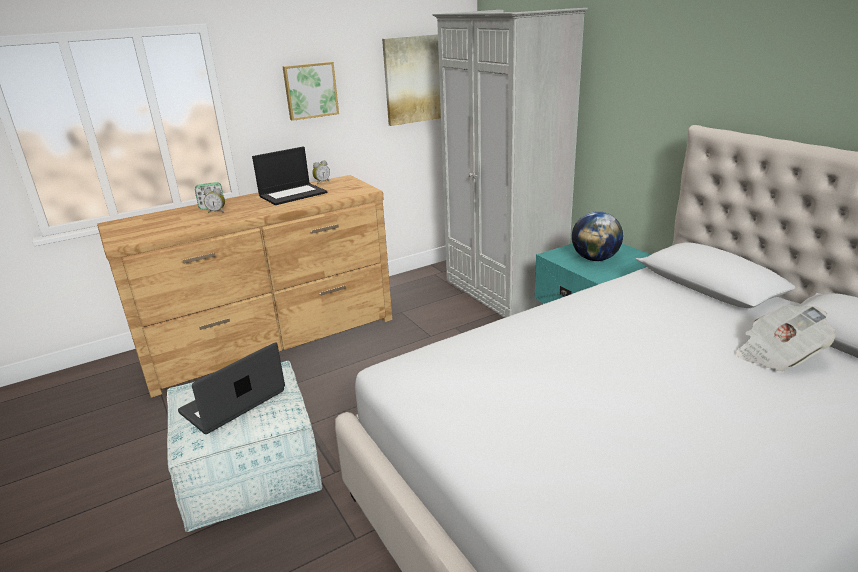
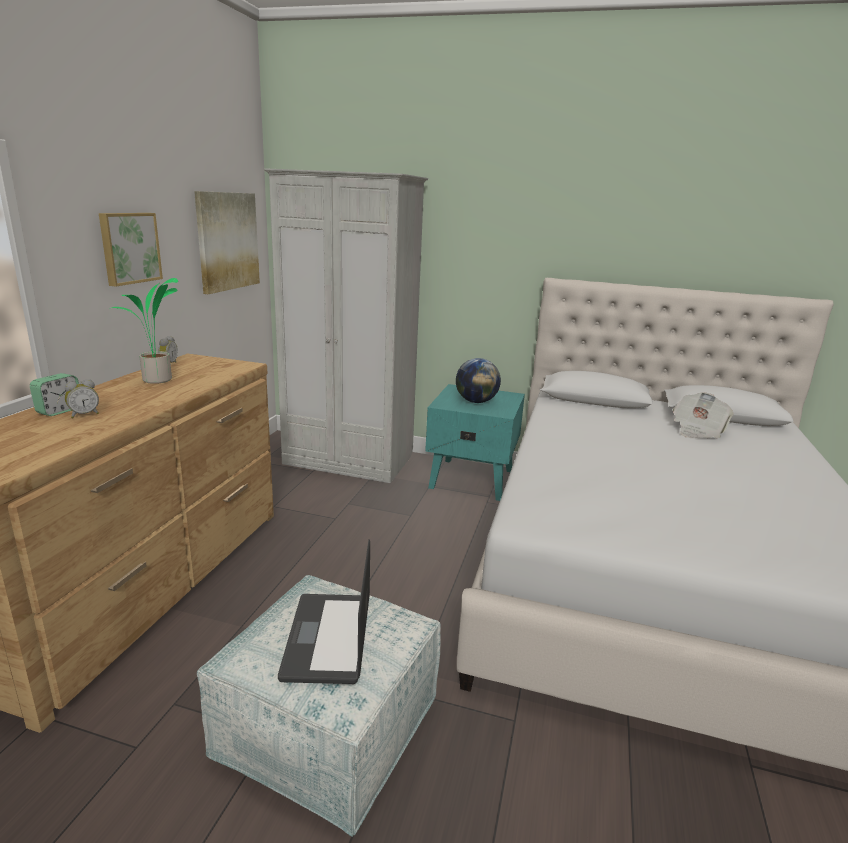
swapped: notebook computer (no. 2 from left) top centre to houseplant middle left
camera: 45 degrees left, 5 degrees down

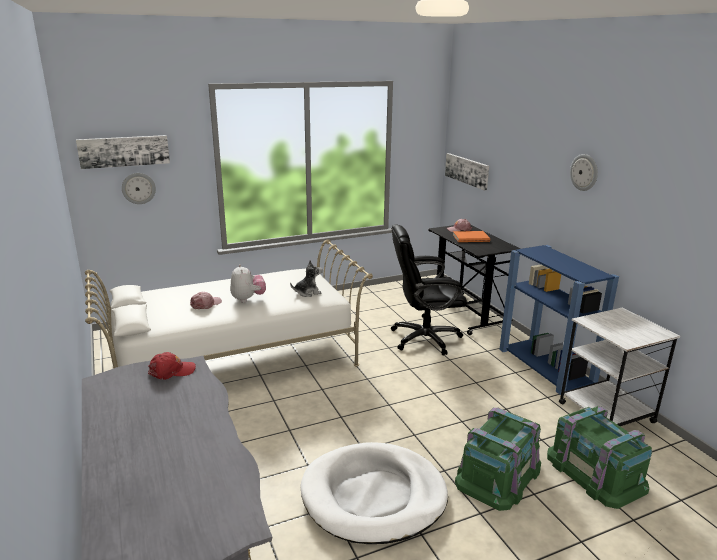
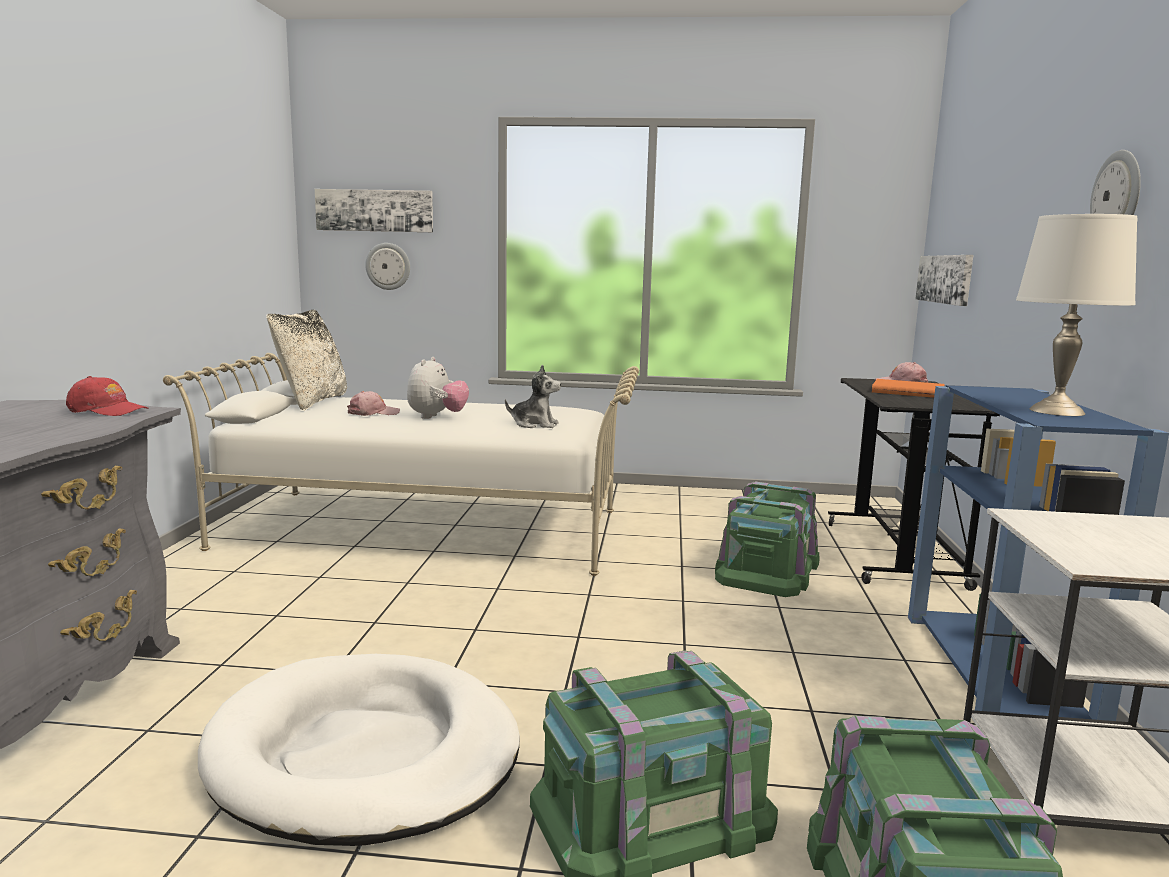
new: beige pillow middle left; white lamp for a table middle right
swapped: black-coloured desk chair centre to green storage bin (no. 2 from left) centre
camera: 30 degrees right, 10 degrees down

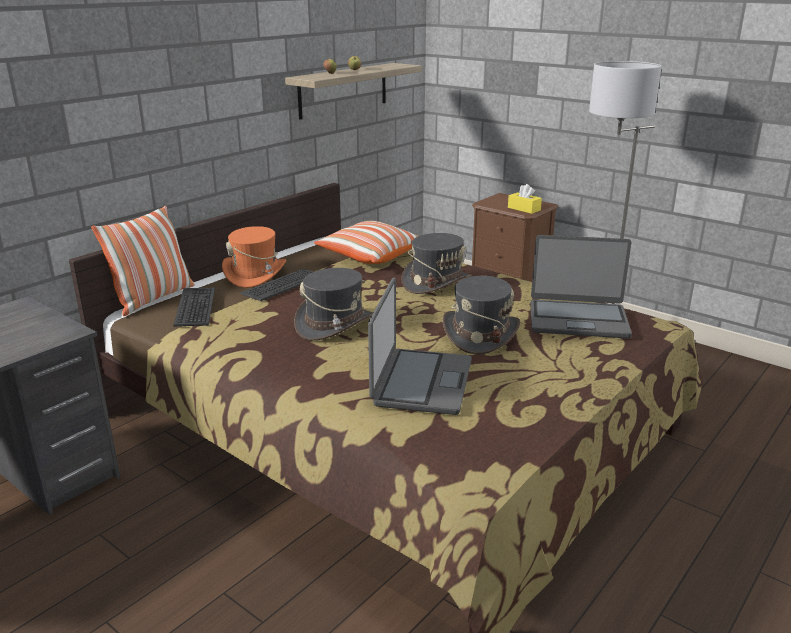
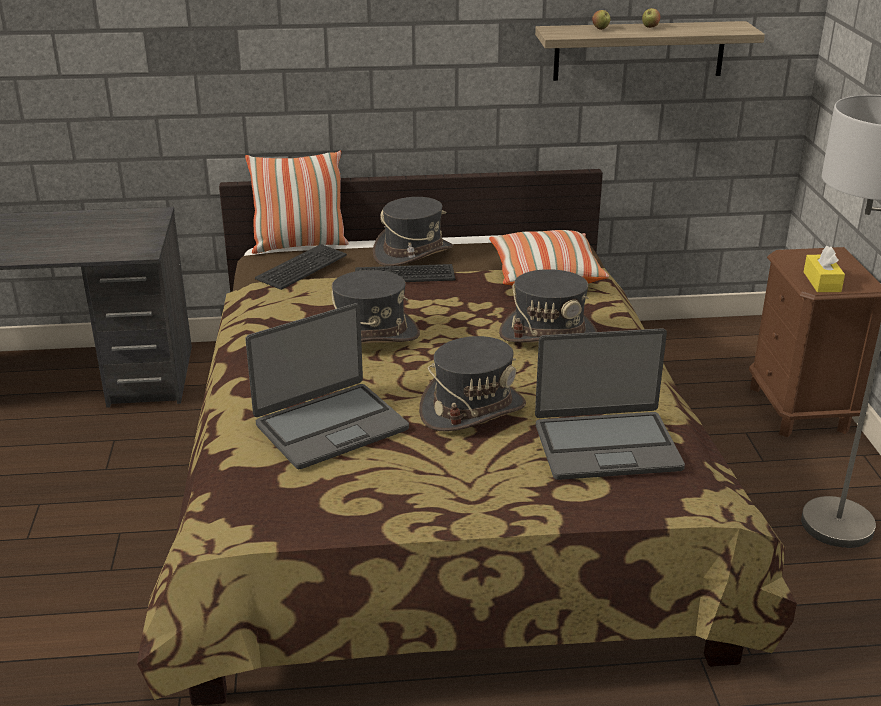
repainted: orange-coloured clothing hat middle left to greyish clothing hat (no. 2 from left) top centre
rotated: notebook computer (no. 2 from left) middle right = middle right 60 degrees counterclockwise
camera: 45 degrees right, 5 degrees up

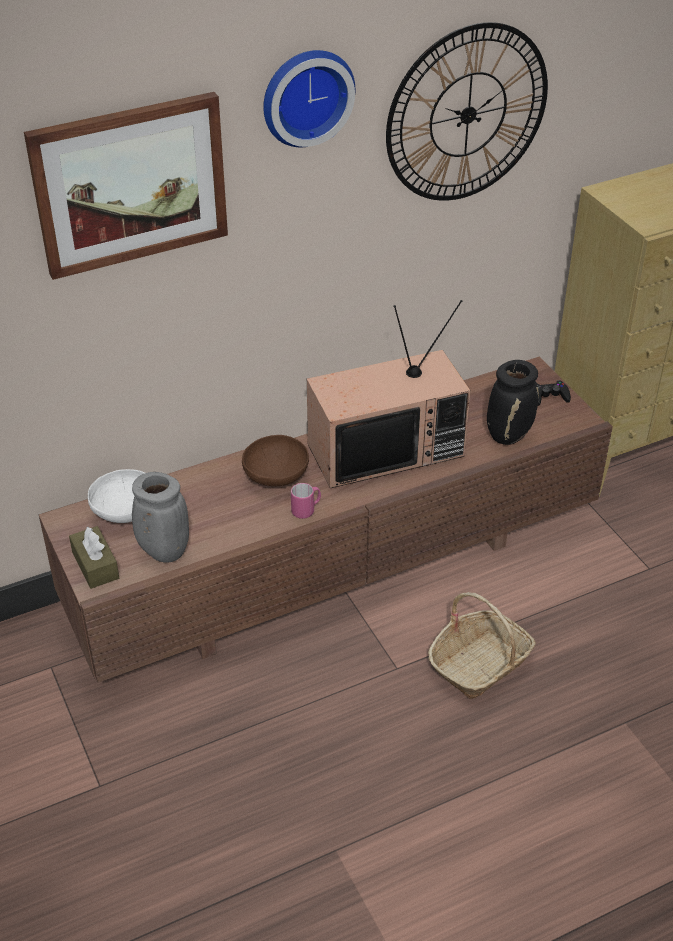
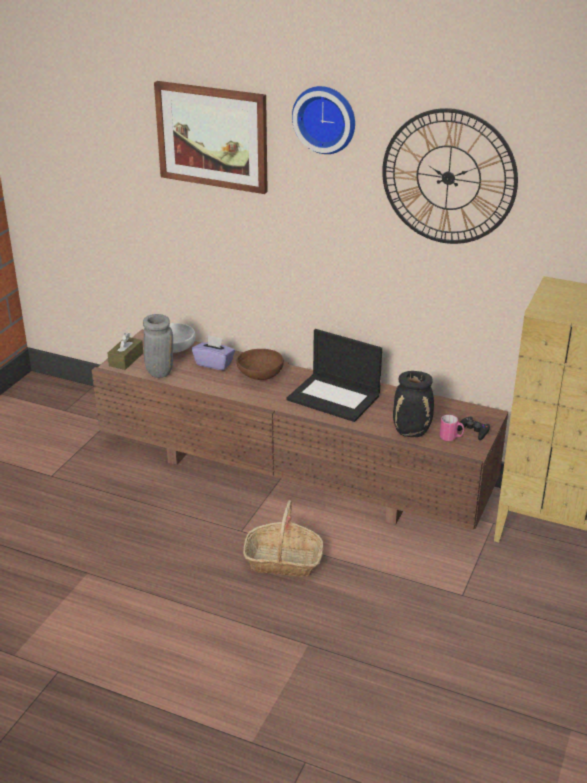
new: purple-coloured box of tissues centre
shifted: pink-coloured mug centre to middle right
swapped: television centre to notebook computer centre
camera: 50 degrees right, 10 degrees down

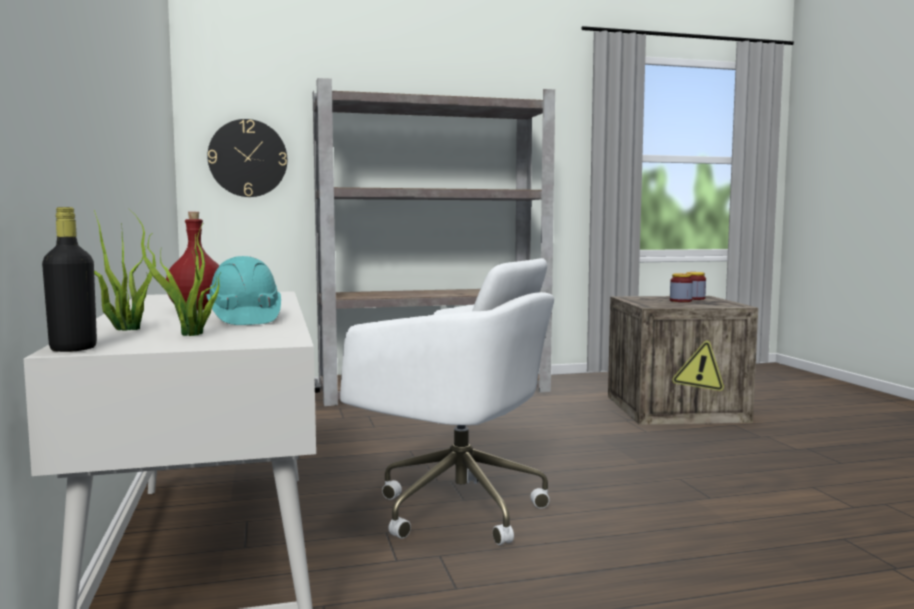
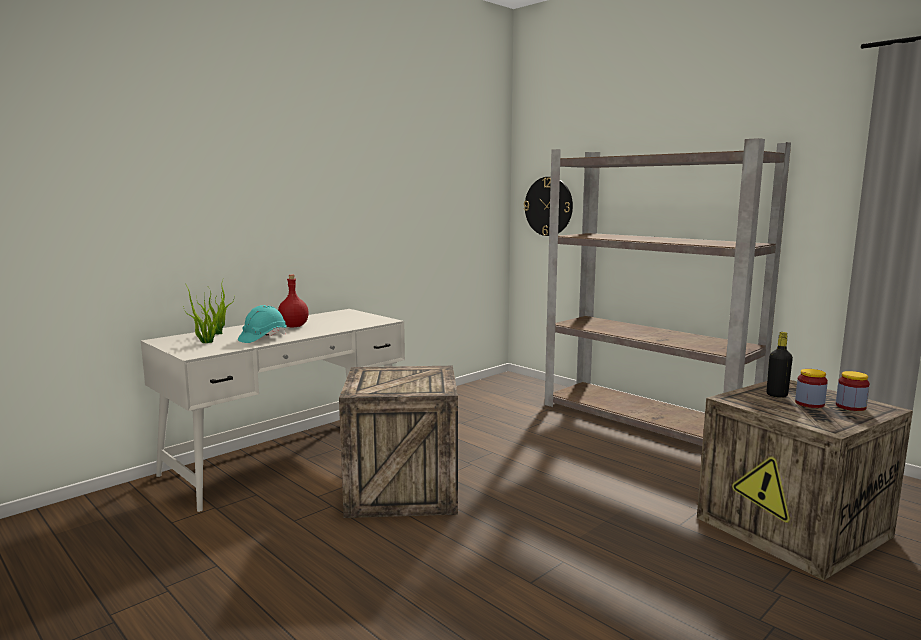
shifted: black-coloured drink bottle middle left to middle right
swapped: white desk chair centre to shipping crate (no. 1 from left) bottom centre
camera: 60 degrees right, 5 degrees up

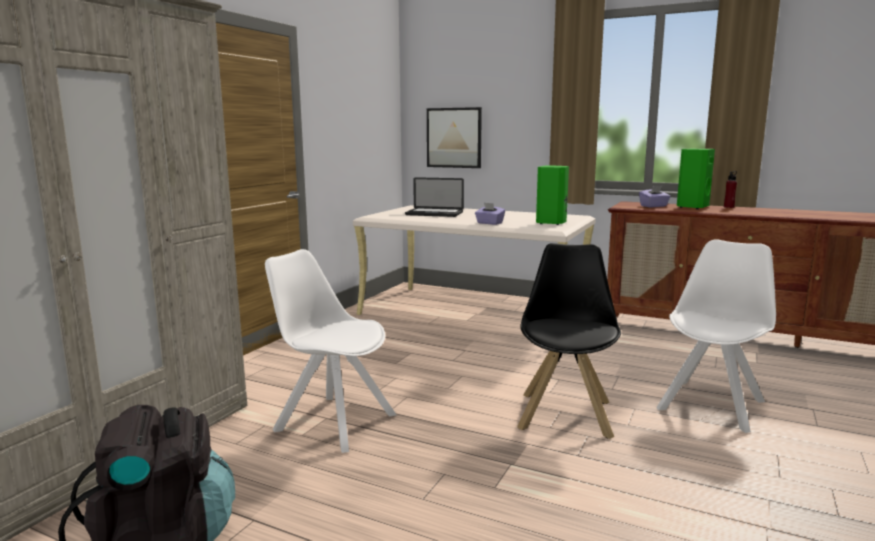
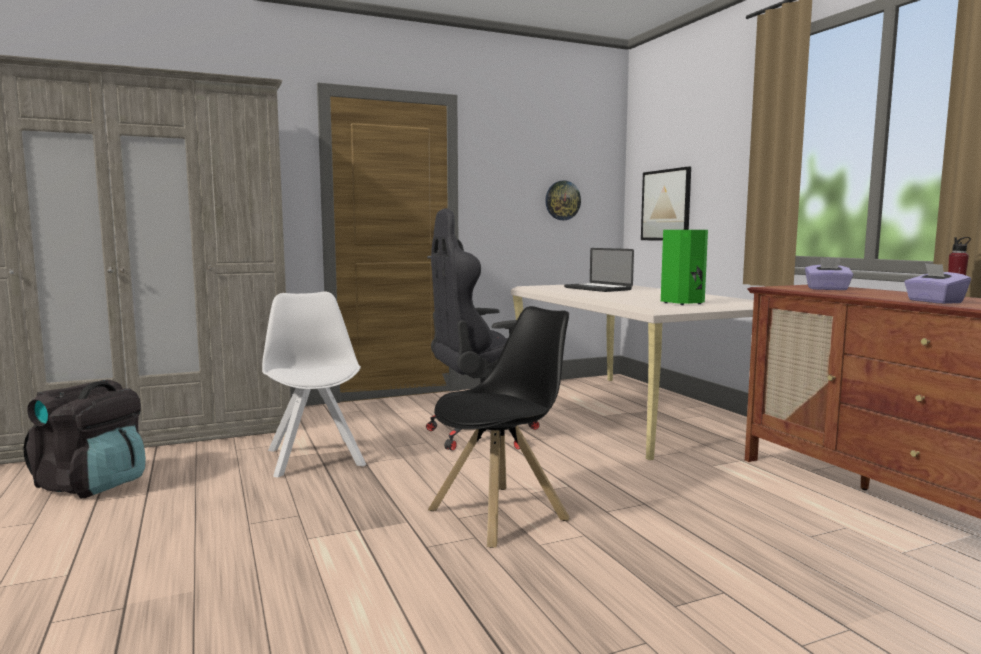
gone: white plain chair (no. 2 from left) middle right; green speaker (no. 2 from left) top right
new: black-coloured desk chair centre; clock on the wall top centre
shifted: purple-coloured box of tissues (no. 1 from left in the first image) centre to purple-coloured box of tissues (no. 2 from left) middle right
camera: 40 degrees right, 5 degrees down

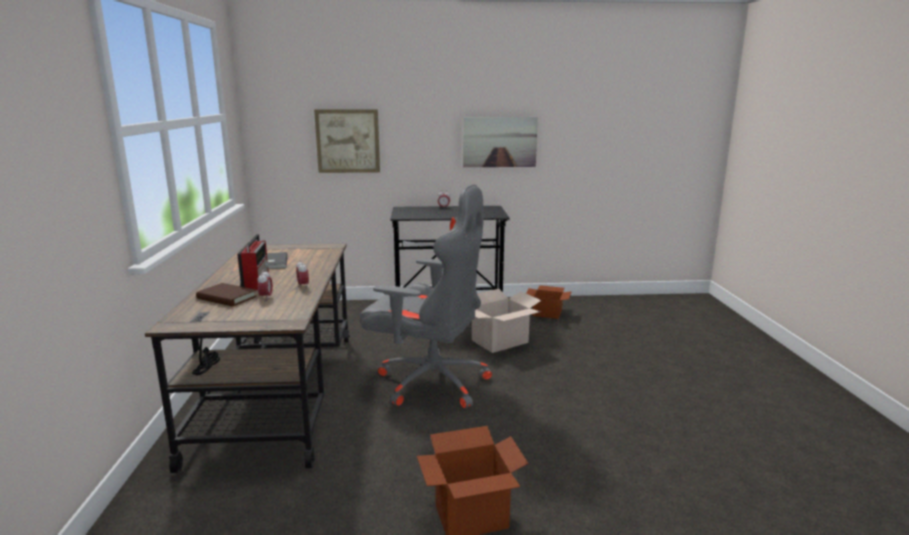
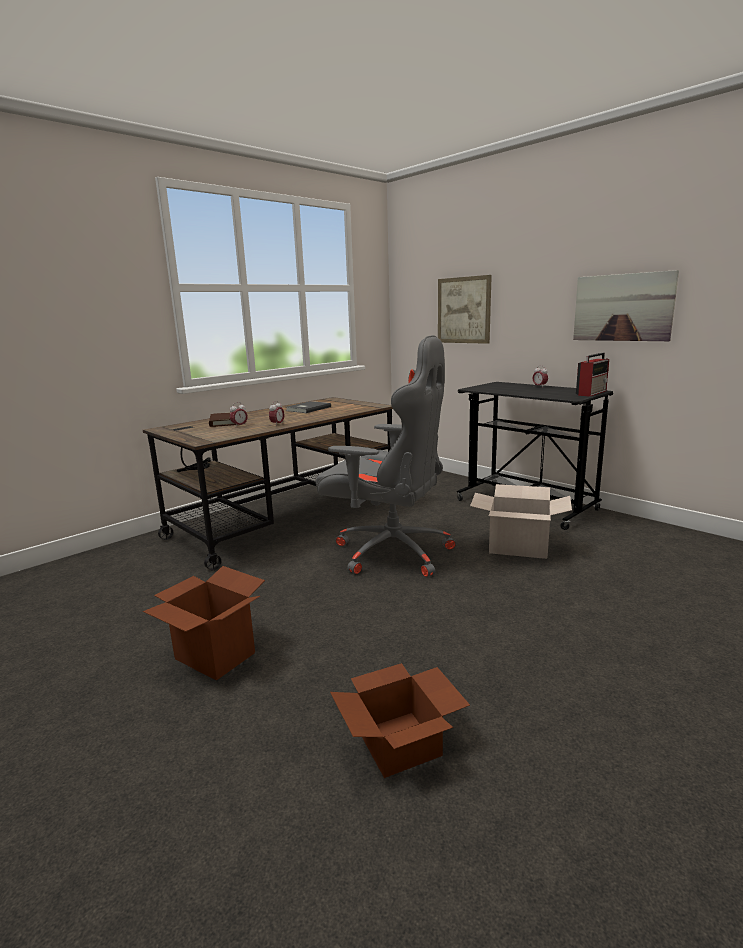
shifted: radio middle left to middle right; packing box (no. 3 from left in the first image) centre to packing box (no. 2 from left) bottom centre
rotated: greyish desk chair centre = centre 45 degrees counterclockwise
camera: 50 degrees right, 0 degrees up

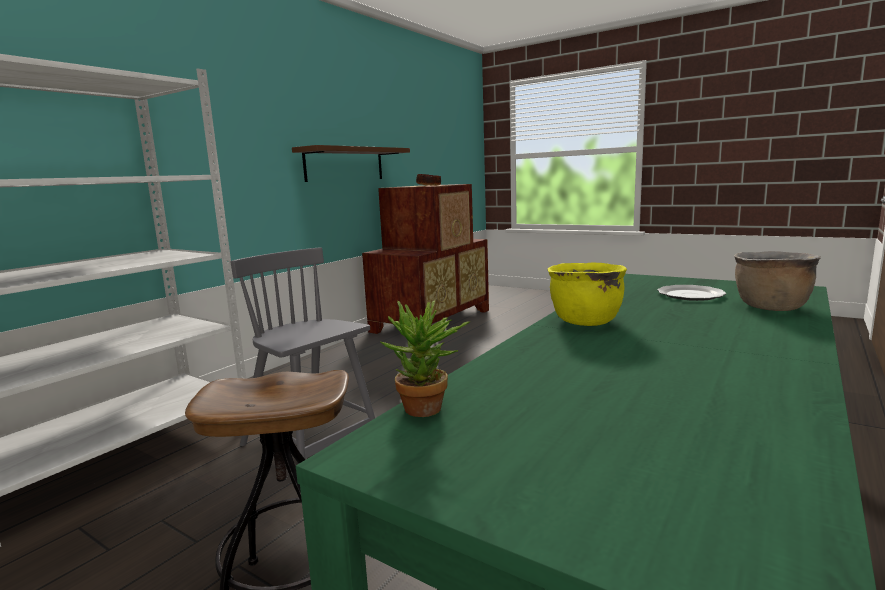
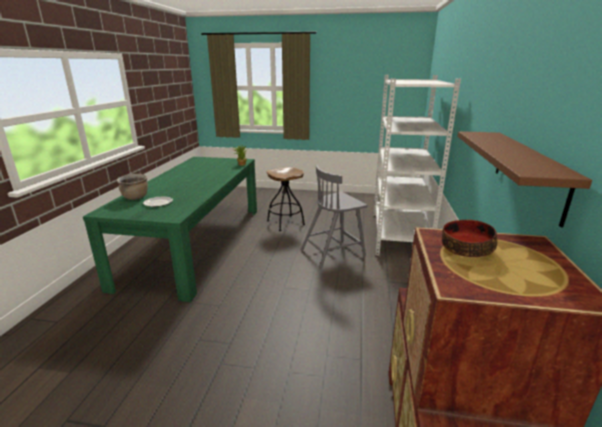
gone: yellowish saucepot centre
rotated: greyish plain chair centre = centre 135 degrees clockwise
camera: 155 degrees right, 10 degrees up

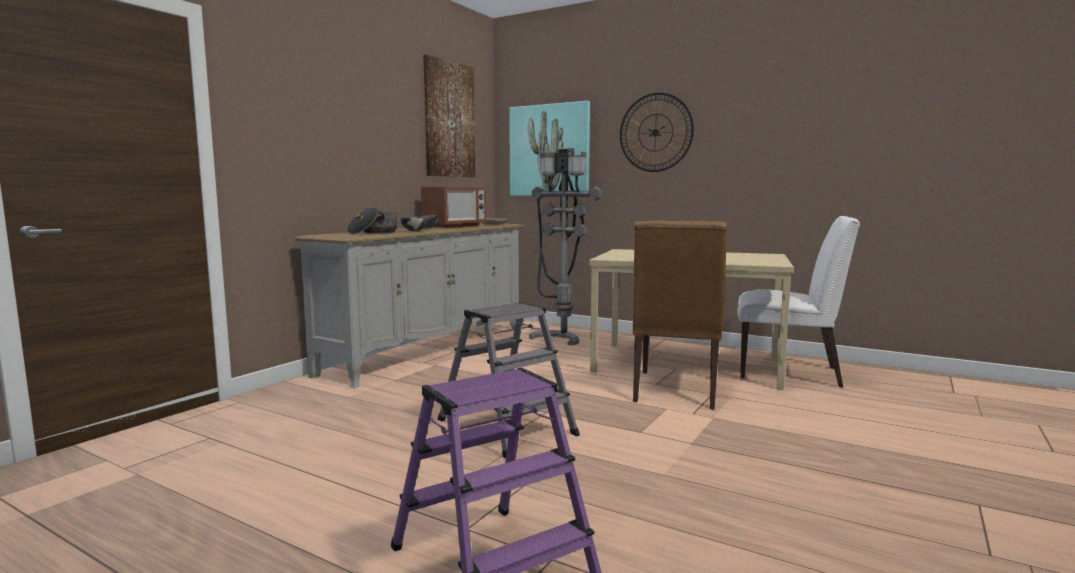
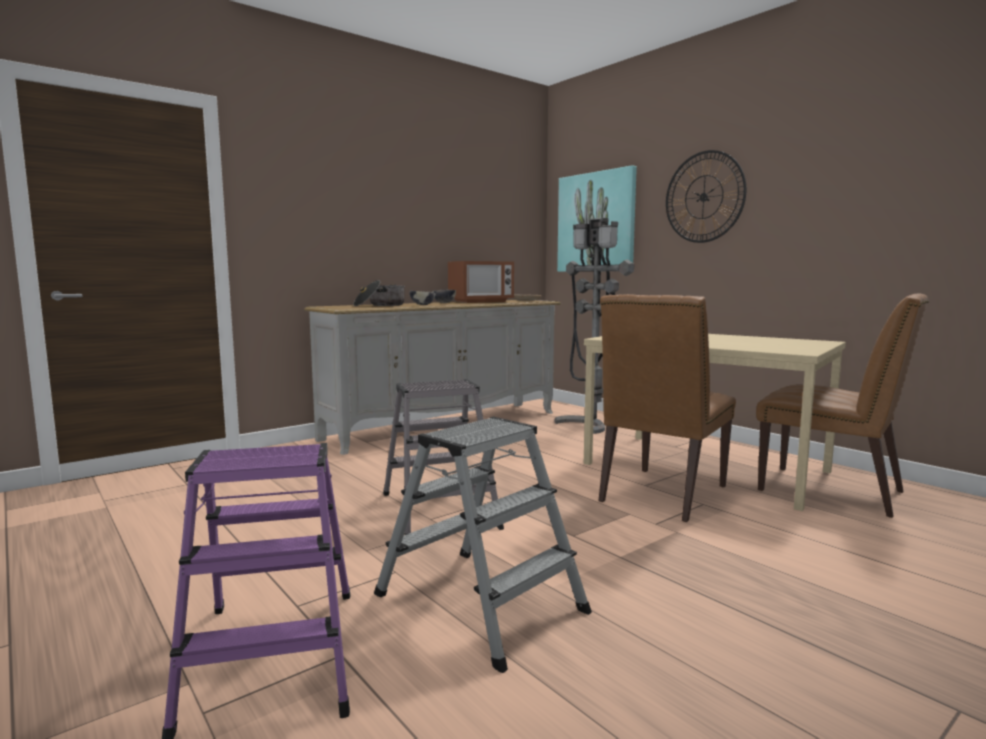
gone: wall art (no. 1 from left) top centre
new: greyish stepladder (no. 2 from left) bottom centre
repainted: white plain chair middle right to brownish plain chair (no. 2 from left) middle right
camera: 20 degrees right, 0 degrees up

